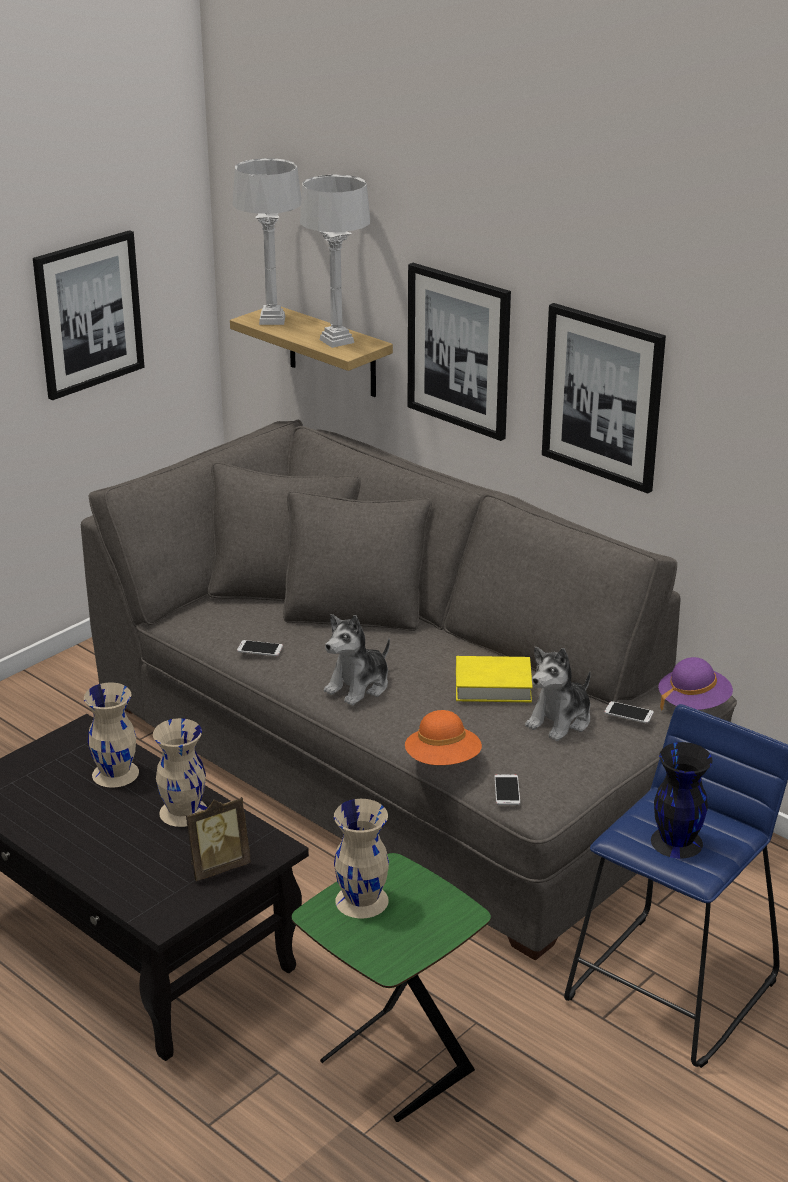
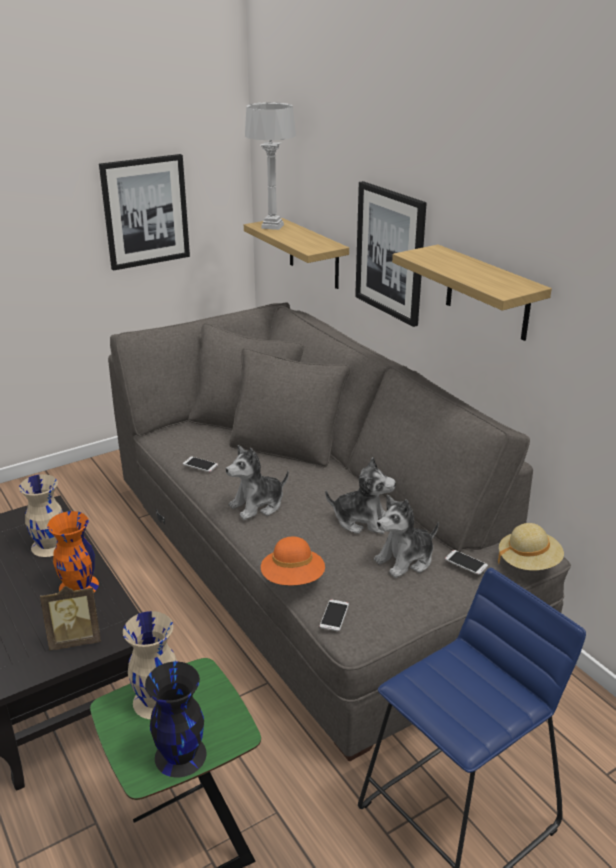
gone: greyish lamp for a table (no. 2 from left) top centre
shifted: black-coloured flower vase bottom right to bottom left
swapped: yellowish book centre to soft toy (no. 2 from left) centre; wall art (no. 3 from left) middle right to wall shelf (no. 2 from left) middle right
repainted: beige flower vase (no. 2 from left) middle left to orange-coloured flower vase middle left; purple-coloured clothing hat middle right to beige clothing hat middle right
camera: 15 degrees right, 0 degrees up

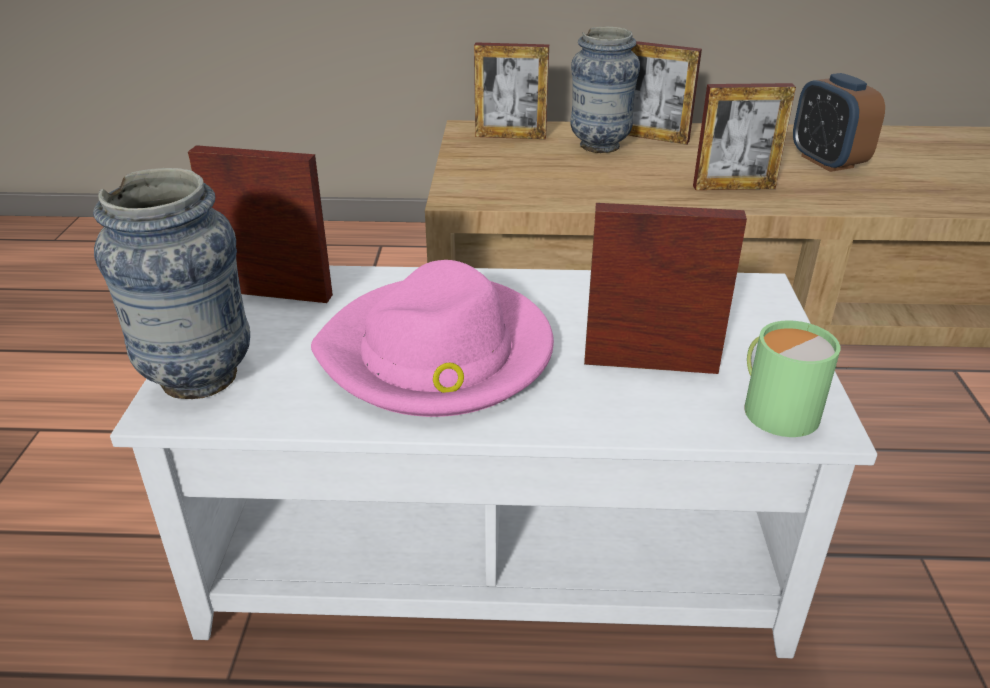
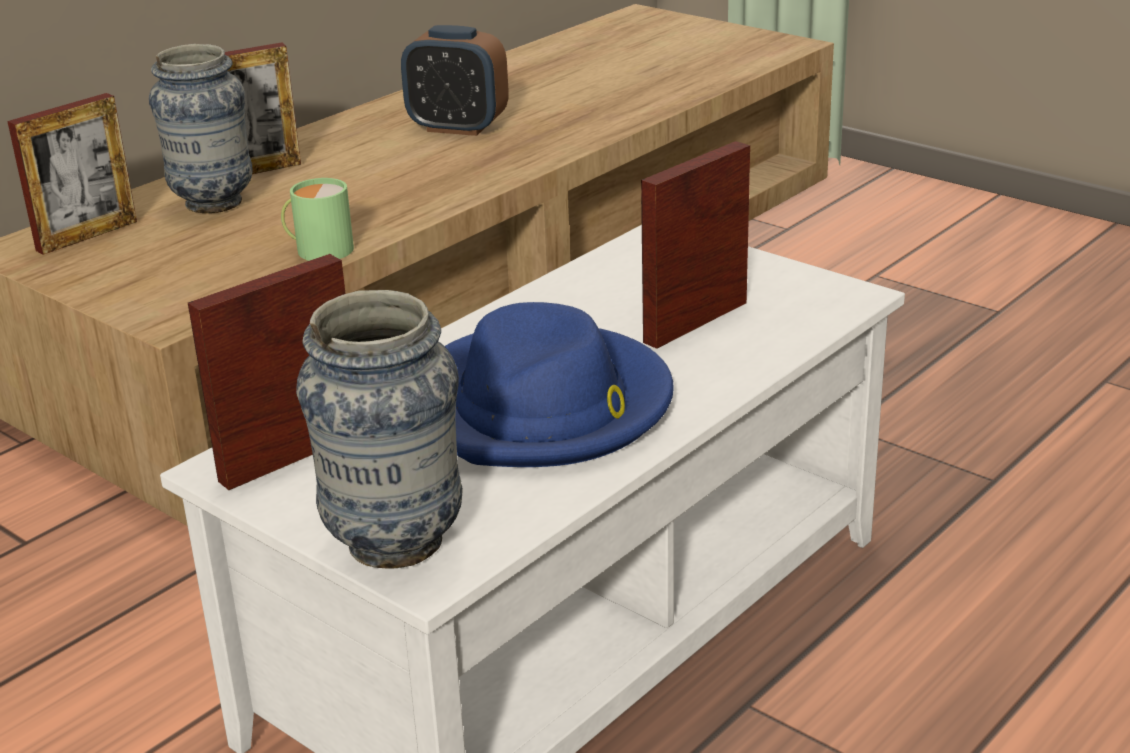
gone: picture frame (no. 5 from left) top right
shifted: green mug middle right to top left
repainted: pink-coloured clothing hat centre to blue clothing hat centre
camera: 50 degrees left, 5 degrees down

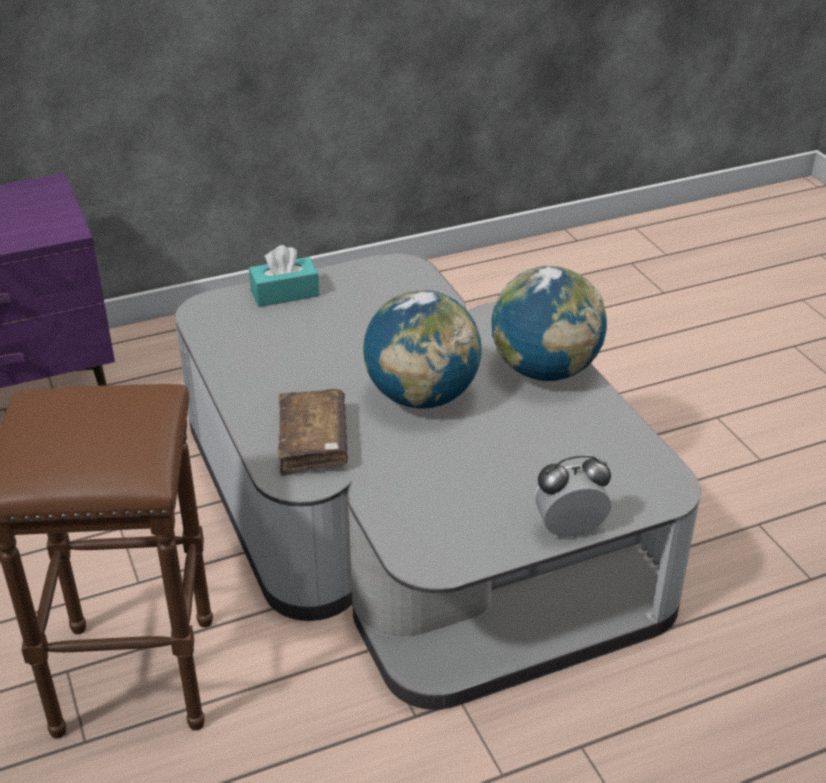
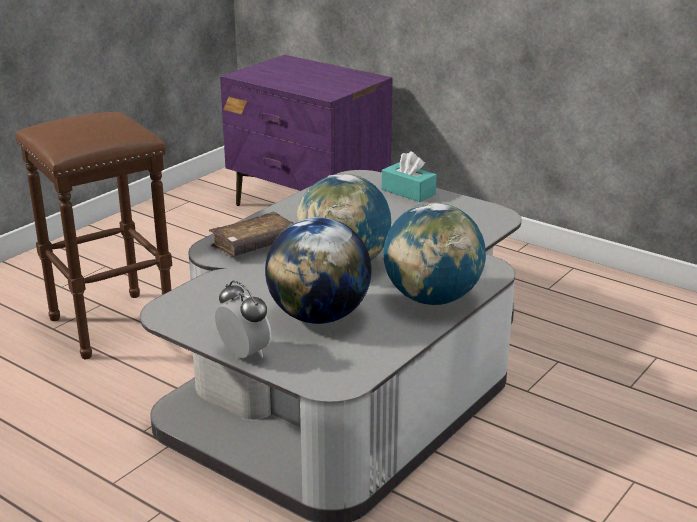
new: desk globe (no. 1 from left) centre
camera: 60 degrees right, 10 degrees down

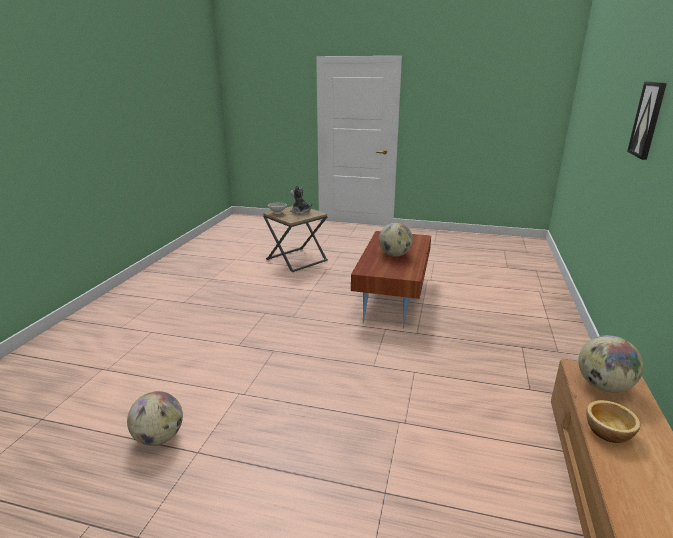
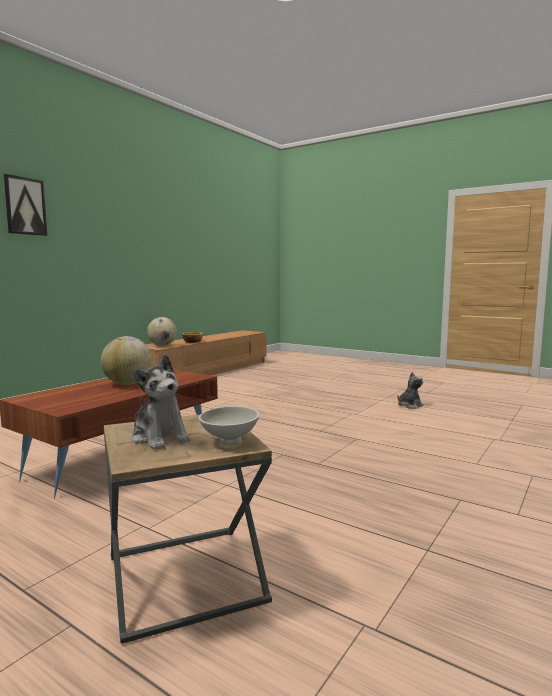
swapped: desk globe (no. 1 from left) bottom left to soft toy (no. 2 from left) middle right
camera: 160 degrees left, 15 degrees down

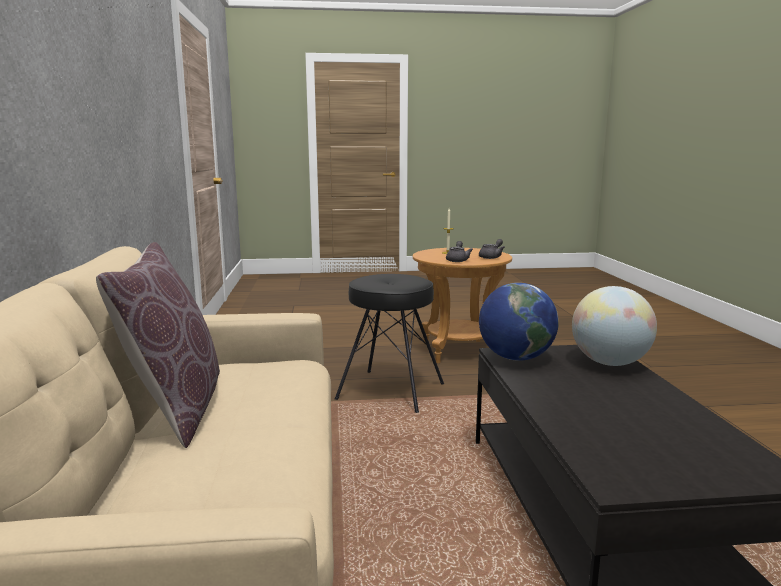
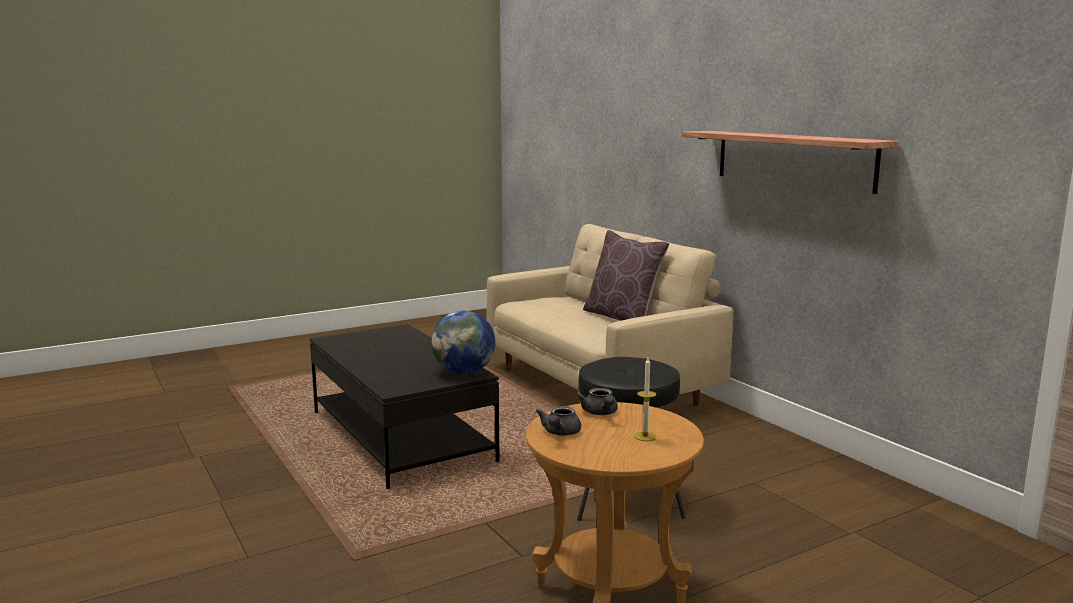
gone: desk globe (no. 2 from left) middle right
new: wall shelf top right
camera: 155 degrees right, 0 degrees up

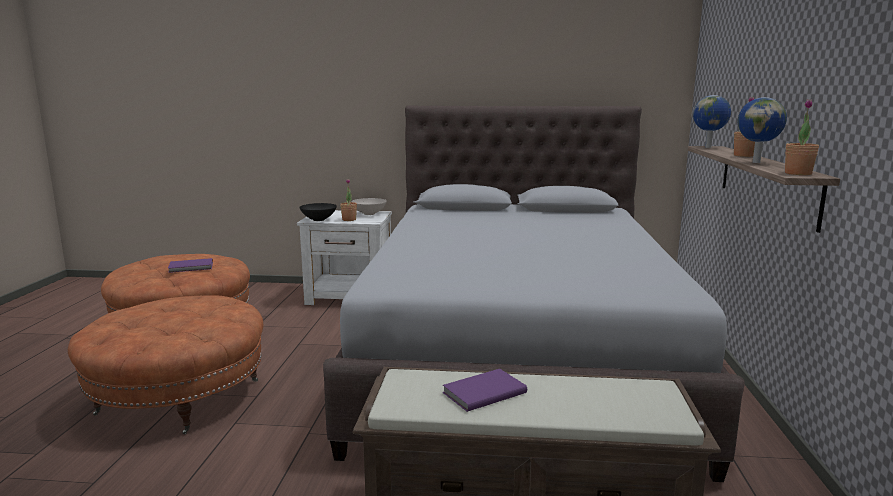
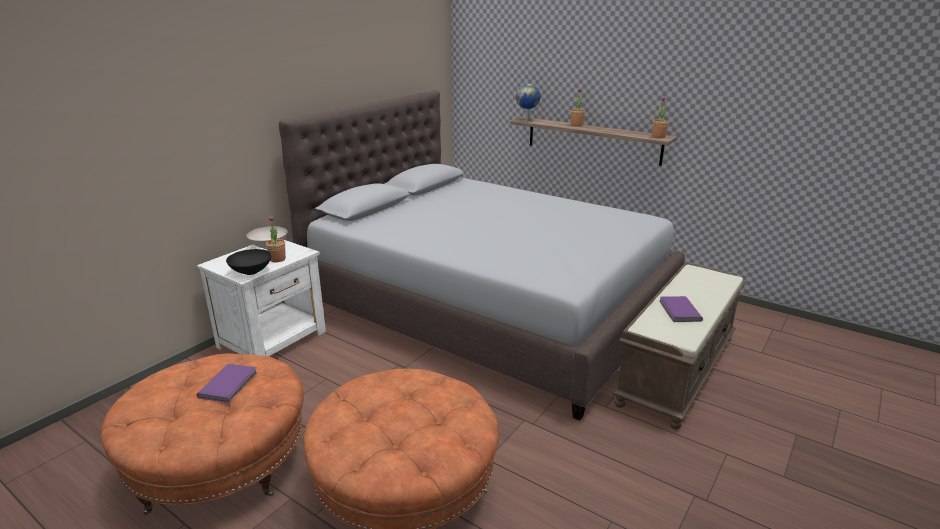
gone: desk globe (no. 2 from left) top right
camera: 60 degrees left, 10 degrees up

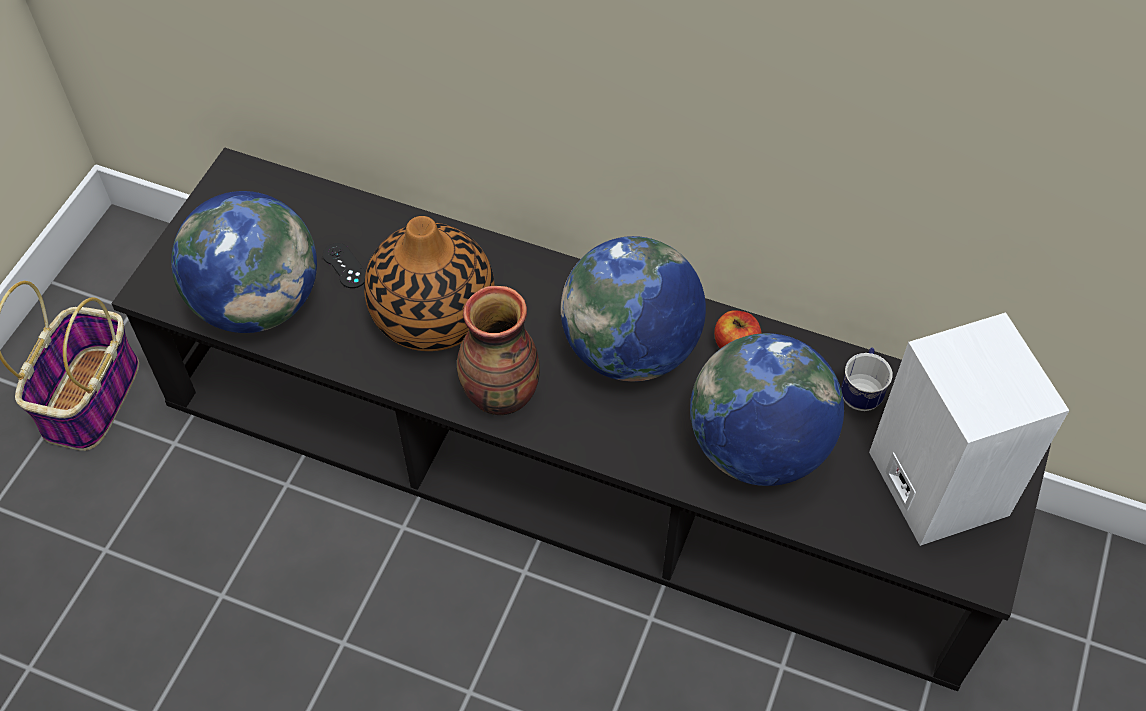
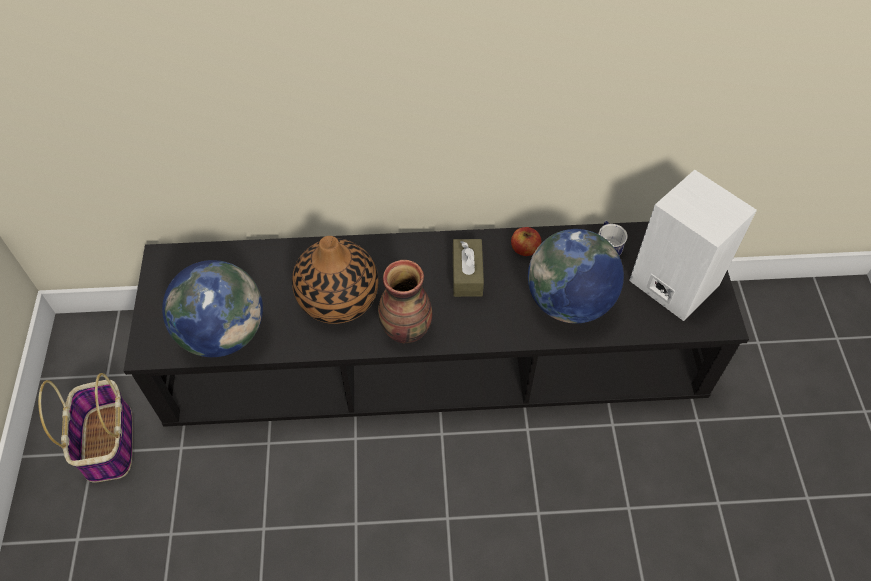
gone: black-coloured game controller middle left
swapped: desk globe (no. 2 from left) centre to brownish box of tissues centre
camera: 25 degrees left, 0 degrees up

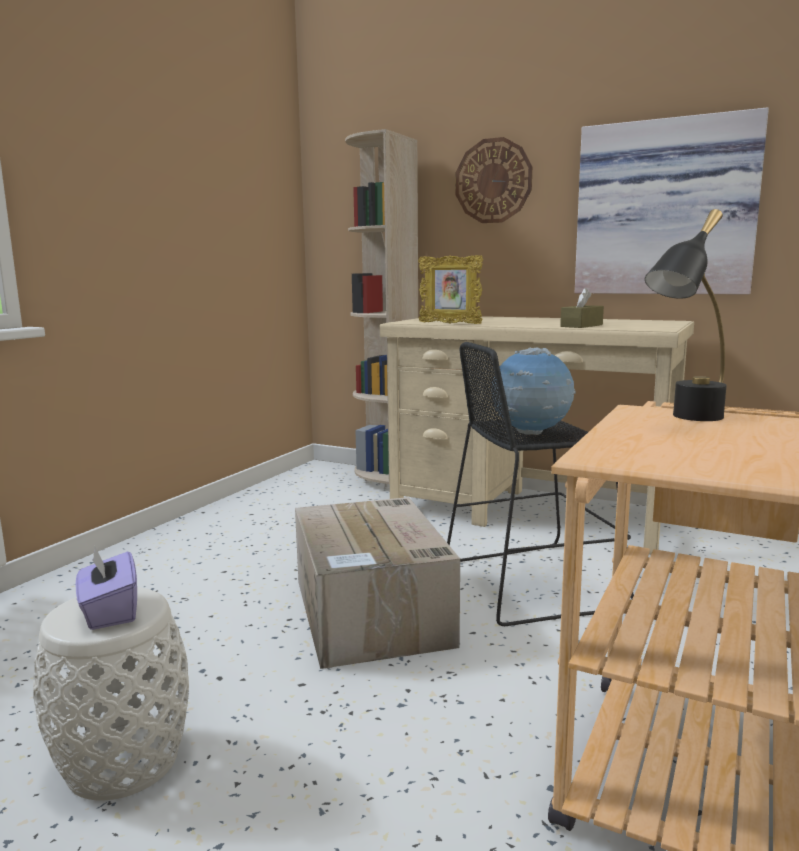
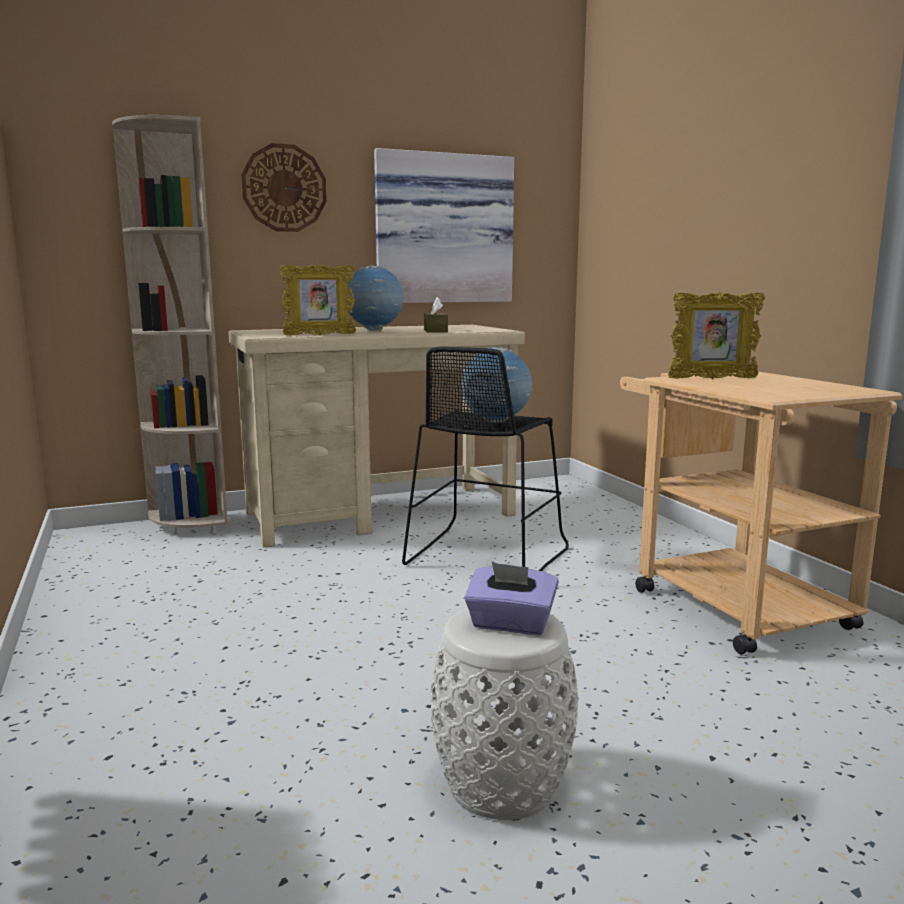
gone: packing box bottom centre
new: desk globe (no. 1 from left) top centre
swapped: black-coloured lamp for a table middle right to picture frame (no. 2 from left) middle right
camera: 50 degrees left, 0 degrees up

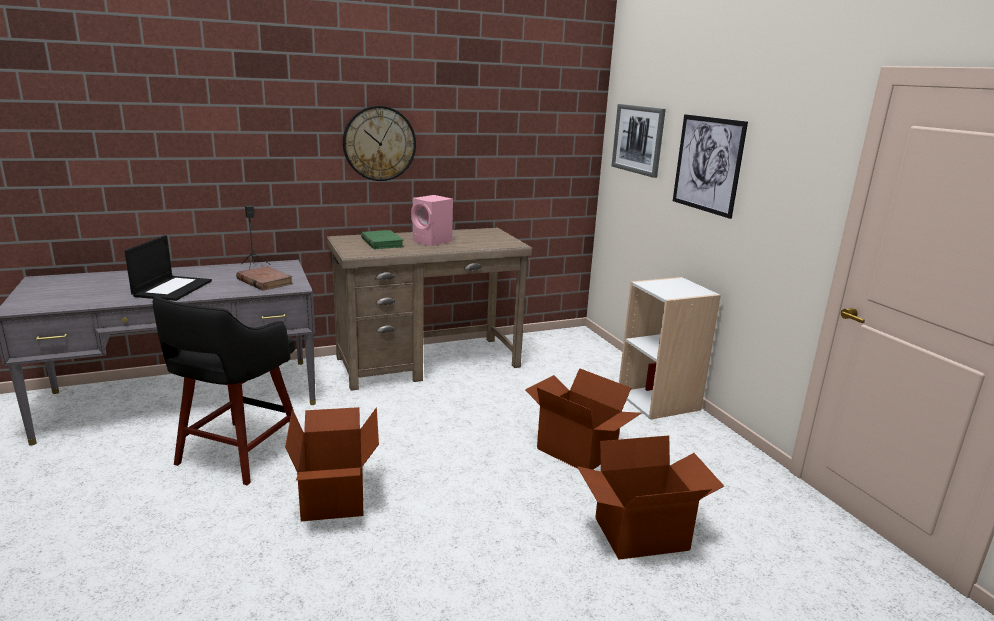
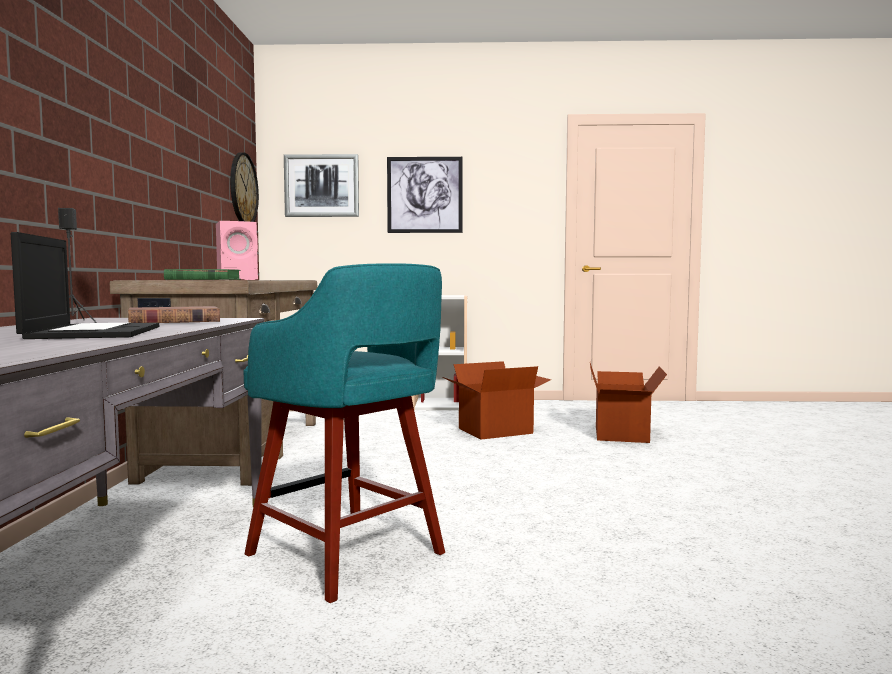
gone: packing box (no. 1 from left) bottom centre
shifted: clock on the wall top centre to top left
repainted: black-coloured sitting stool middle left to turquoise sitting stool centre
rotated: notebook computer middle left = middle left 45 degrees clockwise
camera: 65 degrees left, 15 degrees down

